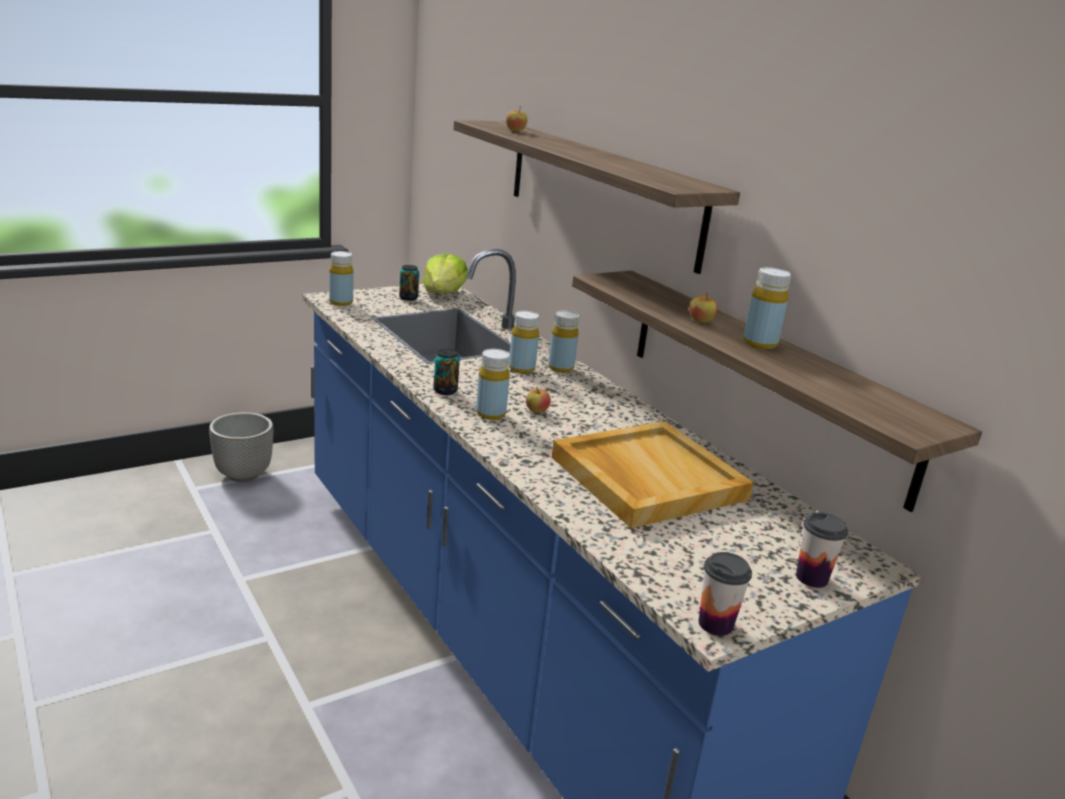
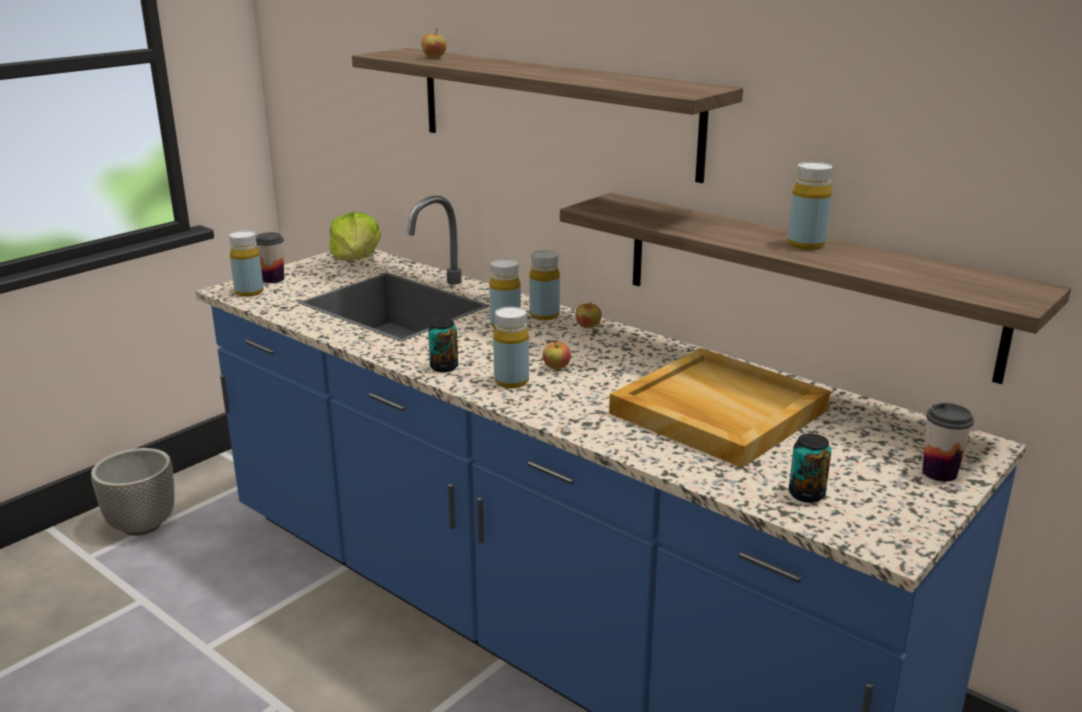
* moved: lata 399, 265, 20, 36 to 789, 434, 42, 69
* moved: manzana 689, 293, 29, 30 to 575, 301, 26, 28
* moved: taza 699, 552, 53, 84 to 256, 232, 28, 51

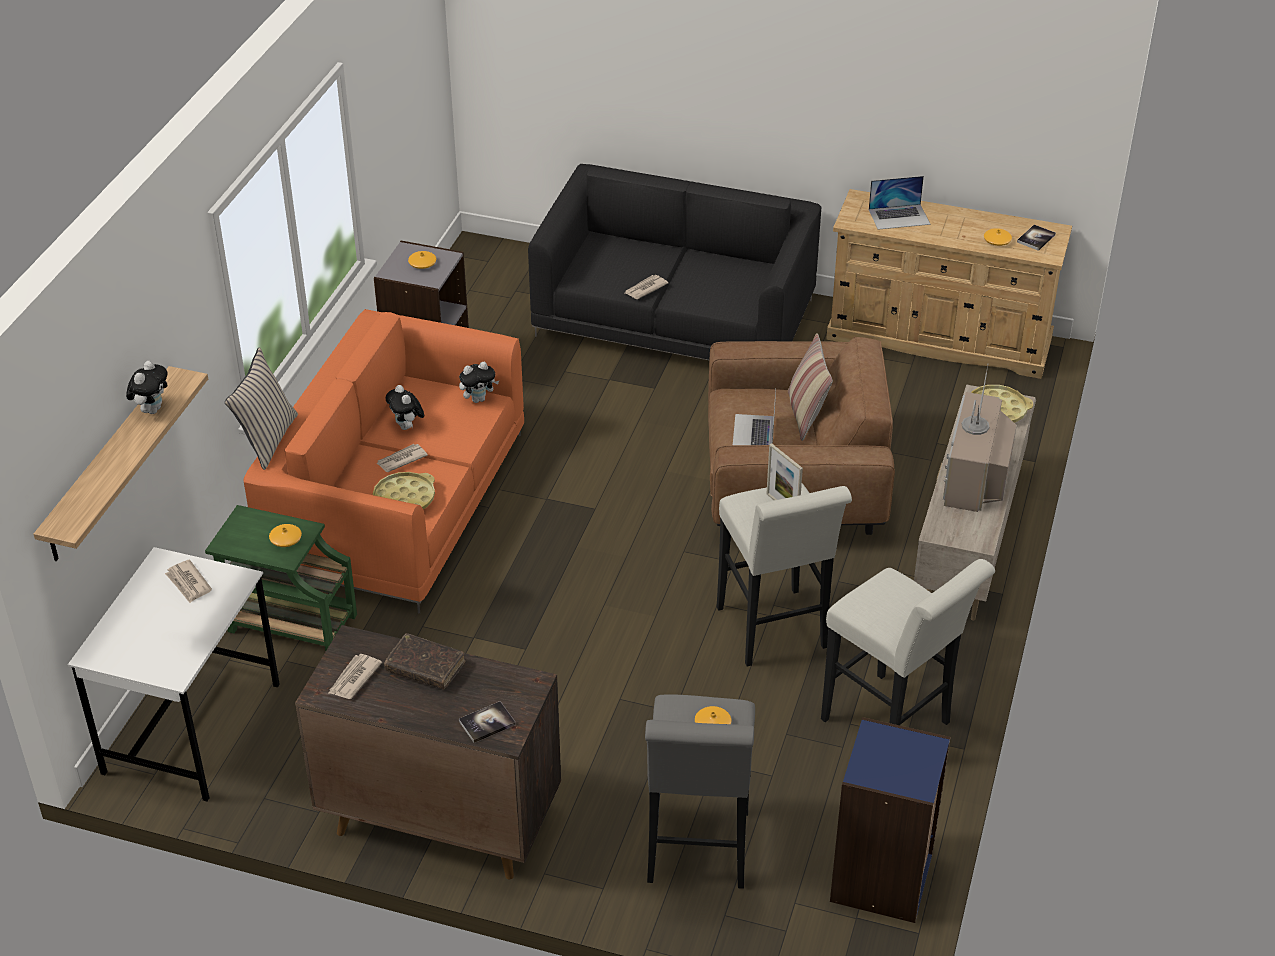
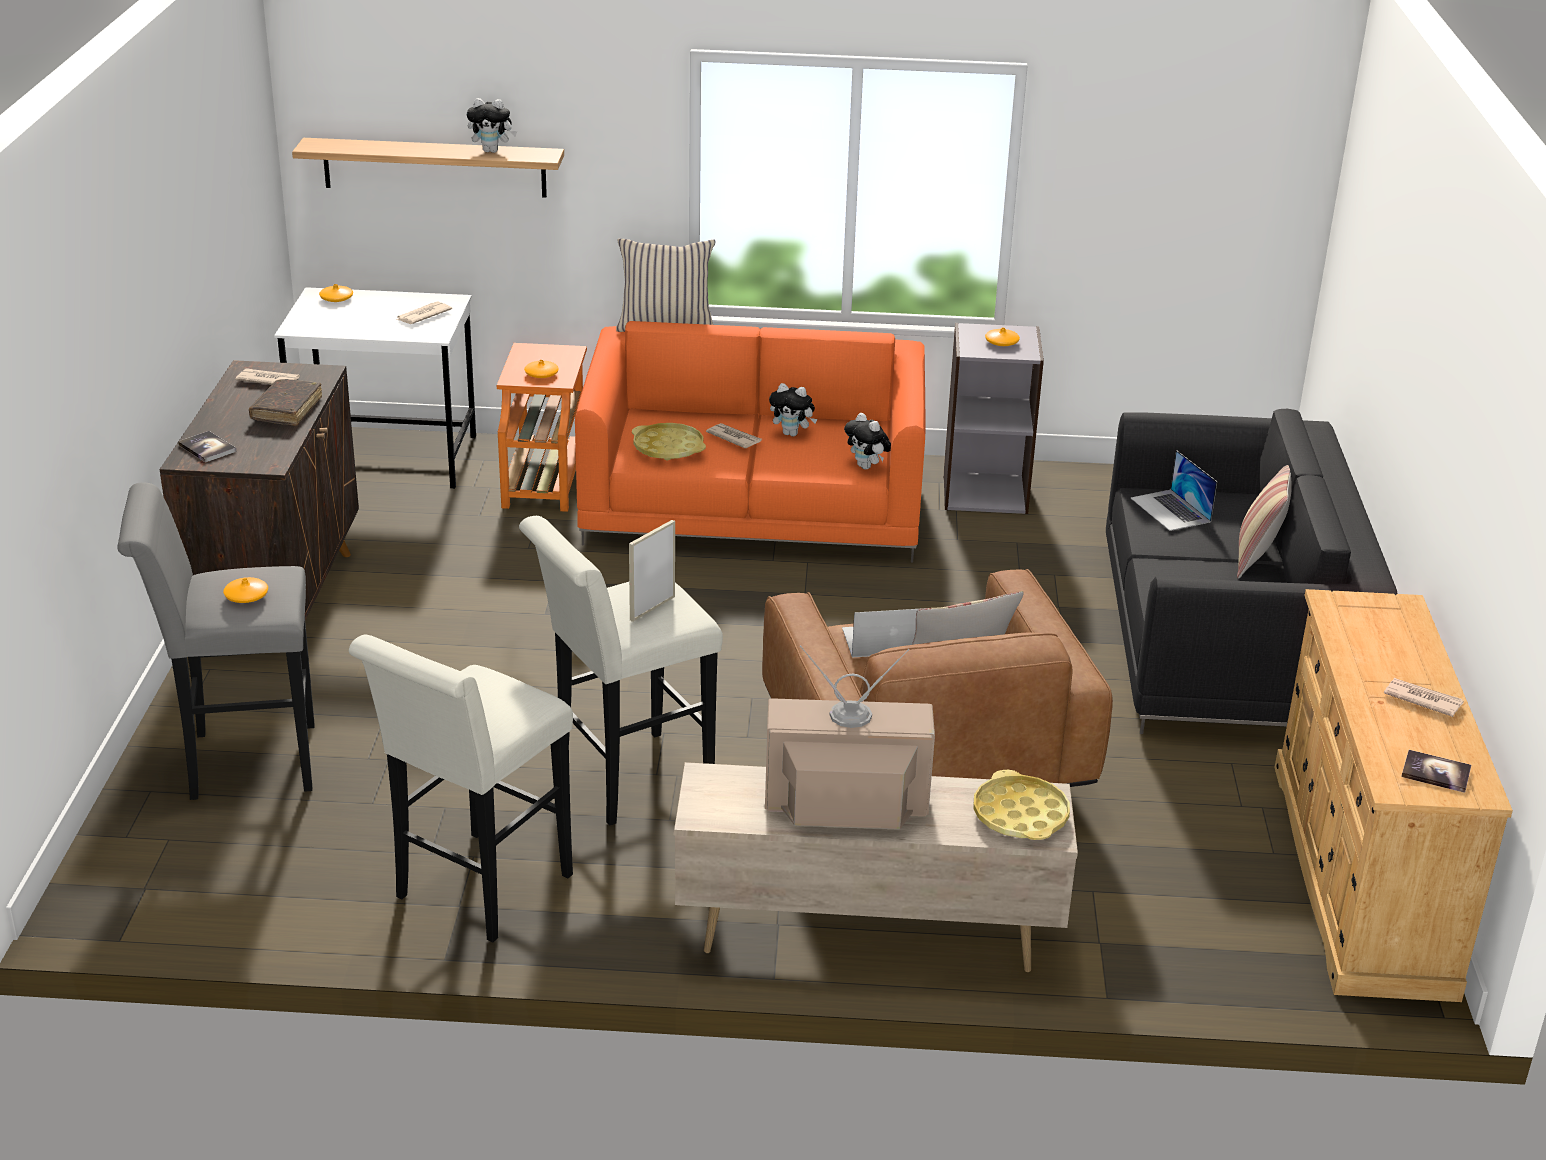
* removed: estantería [azul] 830, 717, 121, 206
* added: cojín 1237, 465, 55, 114
* moved: periódico 625, 275, 44, 24 to 1384, 678, 80, 39
* moved: portátil 869, 176, 61, 54 to 1131, 450, 86, 81
* moved: florero [naranja] 984, 228, 28, 18 to 319, 284, 34, 18
* recoloured: mesa auxiliar [verde] 205, 505, 152, 146 to mesa auxiliar [naranja] 497, 343, 90, 169
* turned: peluche 386, 385, 38, 45 = 769, 383, 48, 53 120 degrees counterclockwise

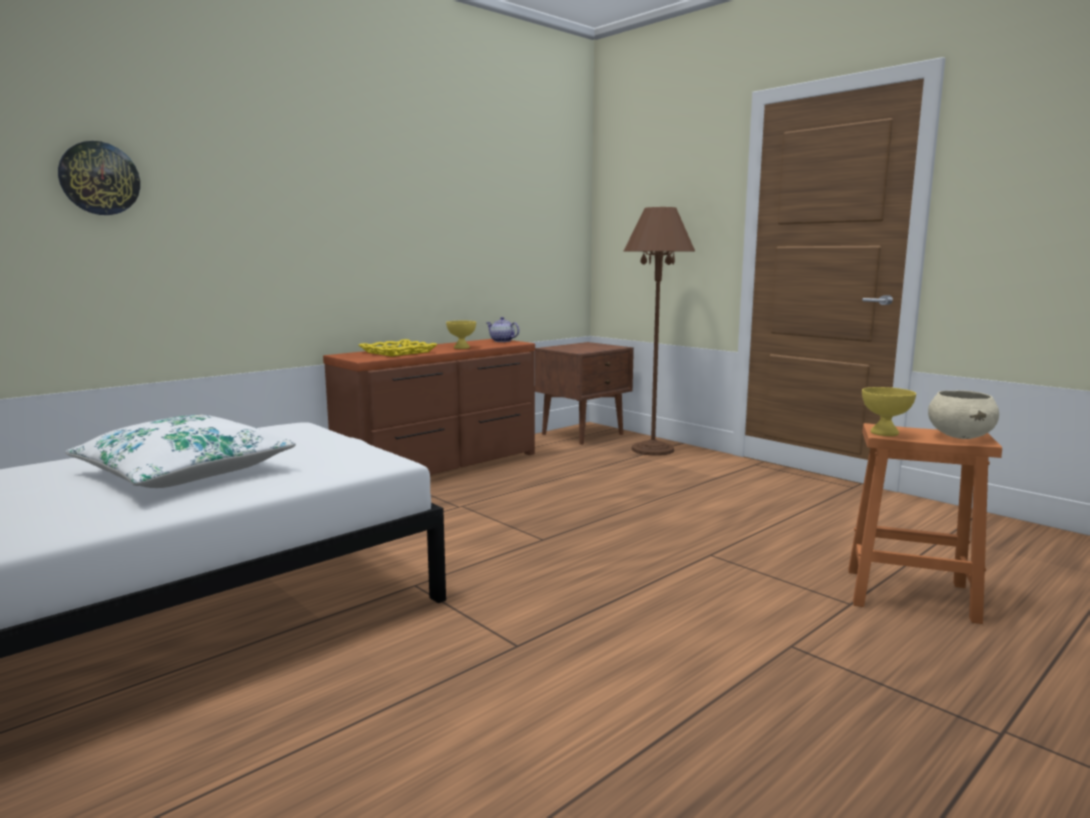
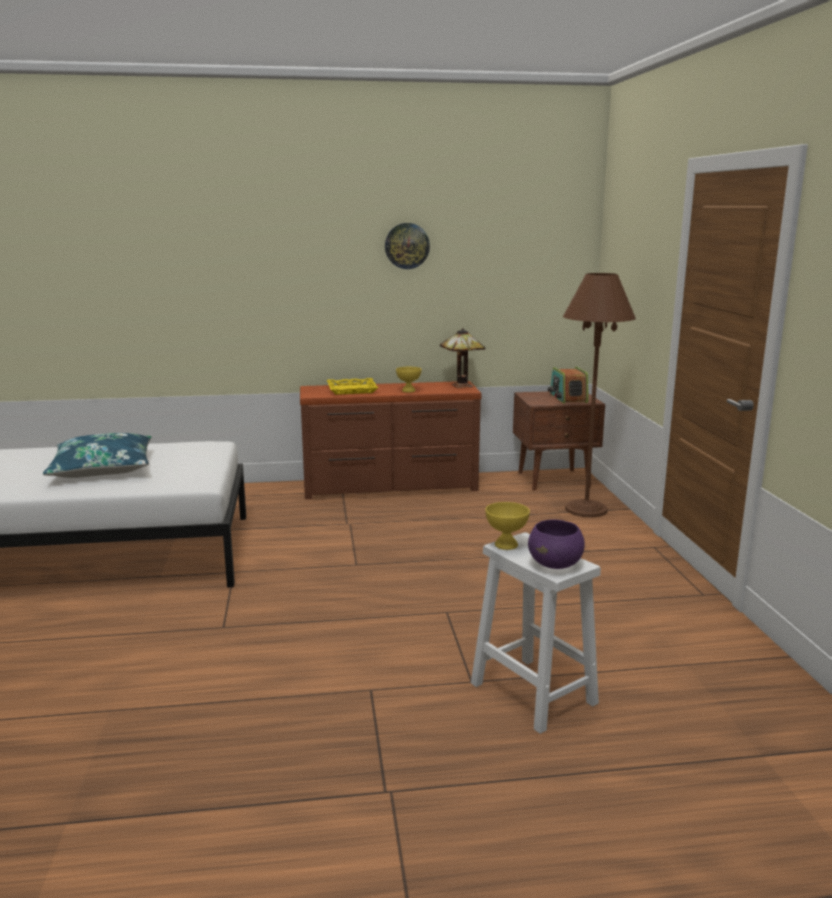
* added: radio 548, 367, 41, 36
* moved: reloj de pared 58, 141, 82, 74 to 385, 223, 45, 46
* replaced: tetera 486, 317, 33, 25 to lámpara de mesa 440, 328, 46, 60
* recoloured: cojín [blanco] 65, 415, 231, 73 to cojín [azul] 43, 433, 109, 45
* recoloured: taburete [naranja] 848, 423, 154, 201 to taburete [blanco] 471, 532, 130, 202
* recoloured: cuenco [beis] 928, 390, 71, 49 to cuenco [morado] 528, 519, 57, 50

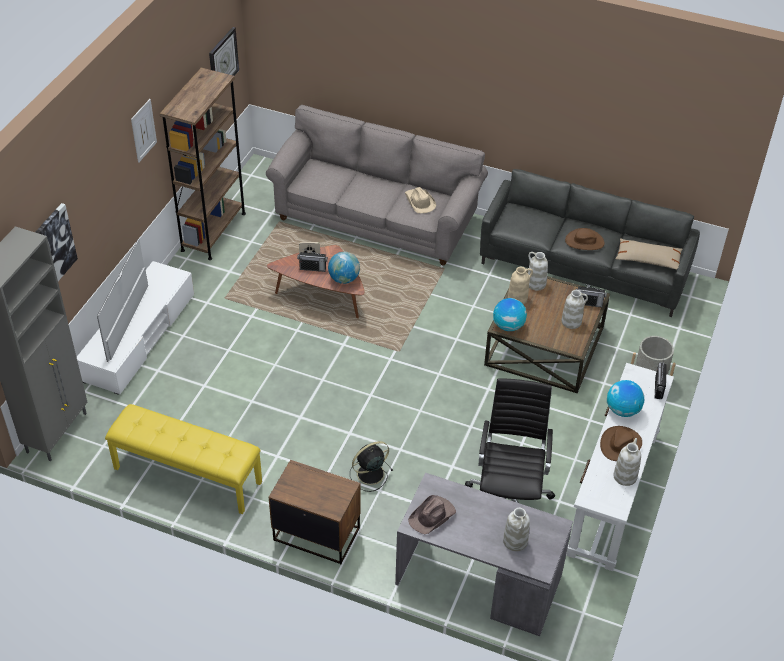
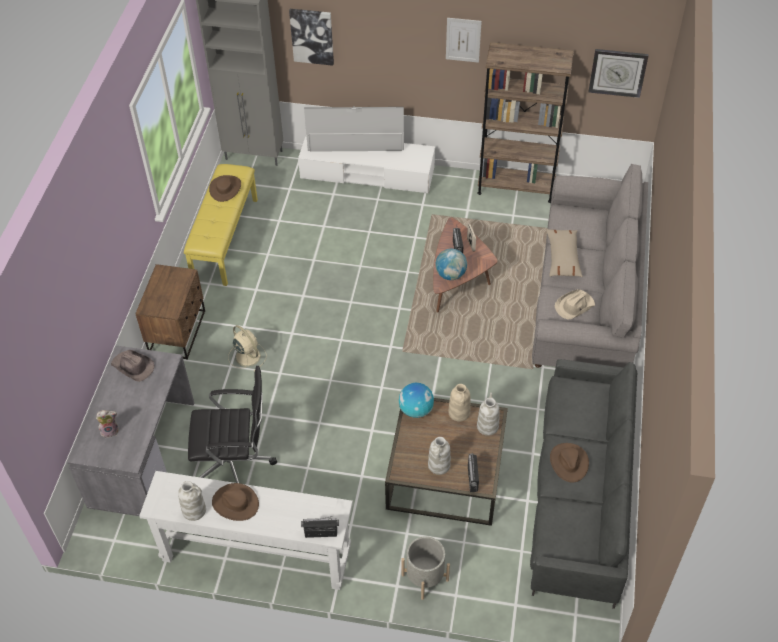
* removed: globo terráqueo 607, 380, 37, 37
* added: sombrero [marrón] 209, 175, 32, 27
* moved: cojín [beis] 615, 238, 68, 32 to 546, 229, 37, 48
* replaced: florero [blanco] 503, 508, 27, 43 to peluche 96, 410, 23, 28
* recoloured: ventilador [negro] 350, 441, 43, 51 to ventilador [beis] 228, 325, 39, 47

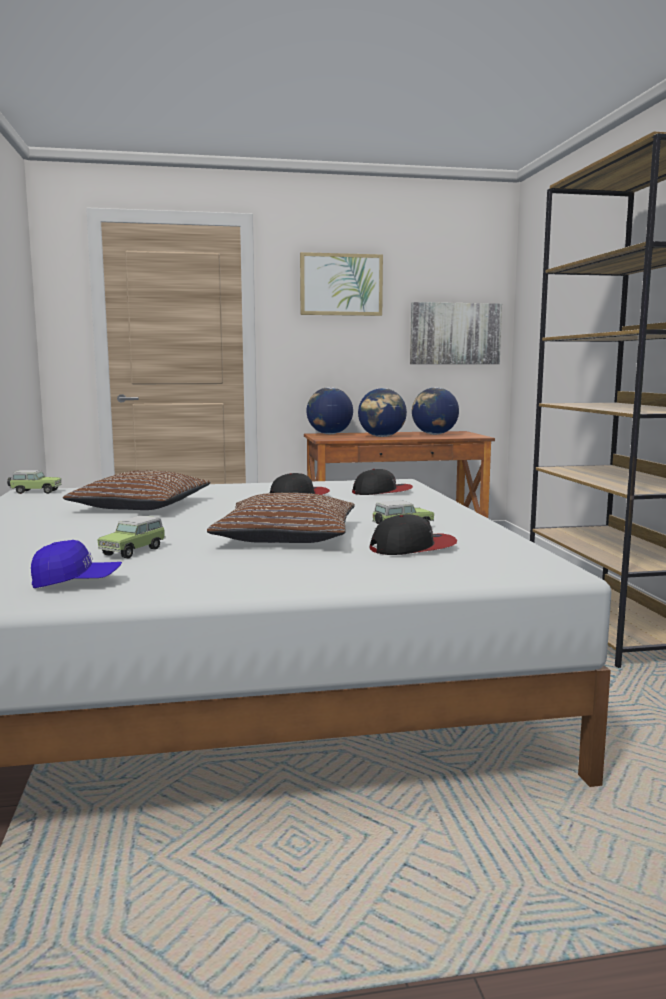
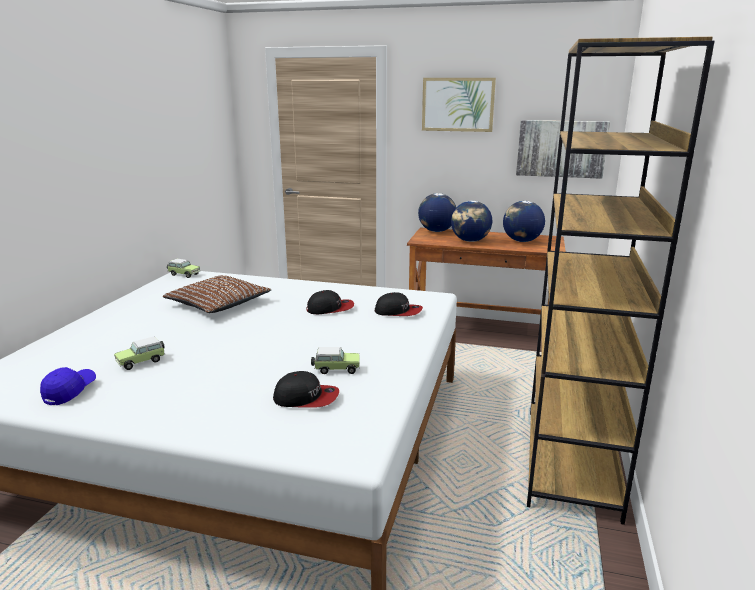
* removed: cojín [marrón] 207, 493, 148, 50
* turned: gorra [azul] 31, 540, 91, 48 = 40, 367, 56, 38 90 degrees counterclockwise

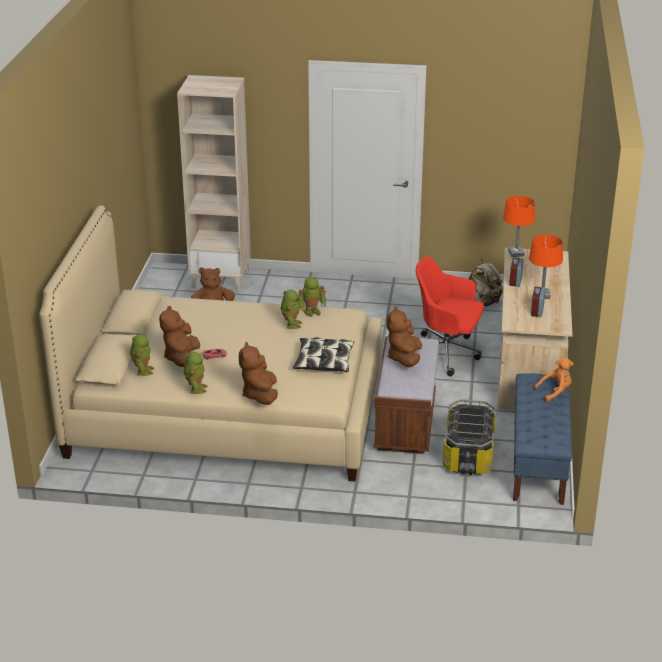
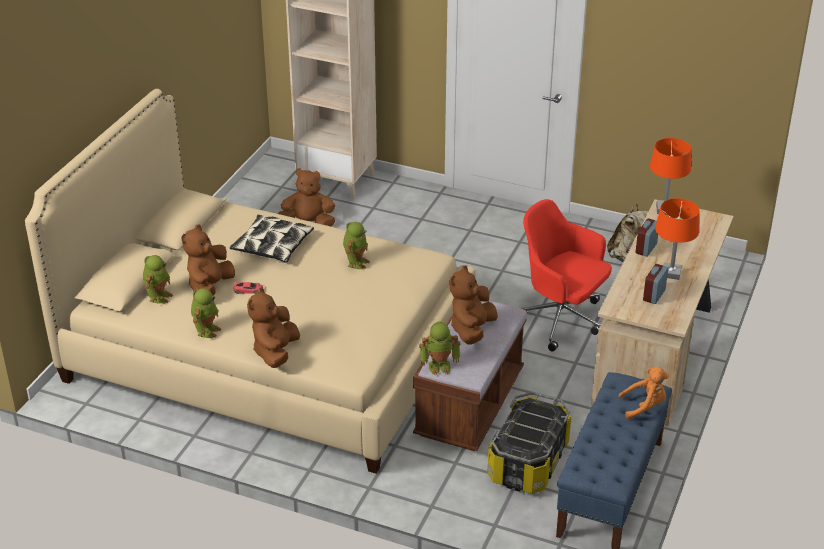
* moved: cojín 293, 337, 61, 35 to 229, 215, 85, 48
* moved: robot de juguete 298, 277, 29, 40 to 419, 322, 41, 53

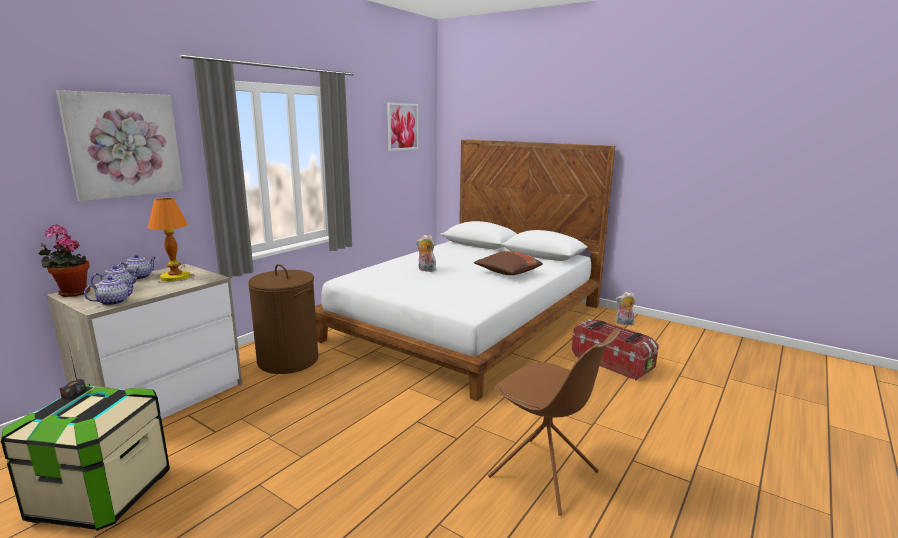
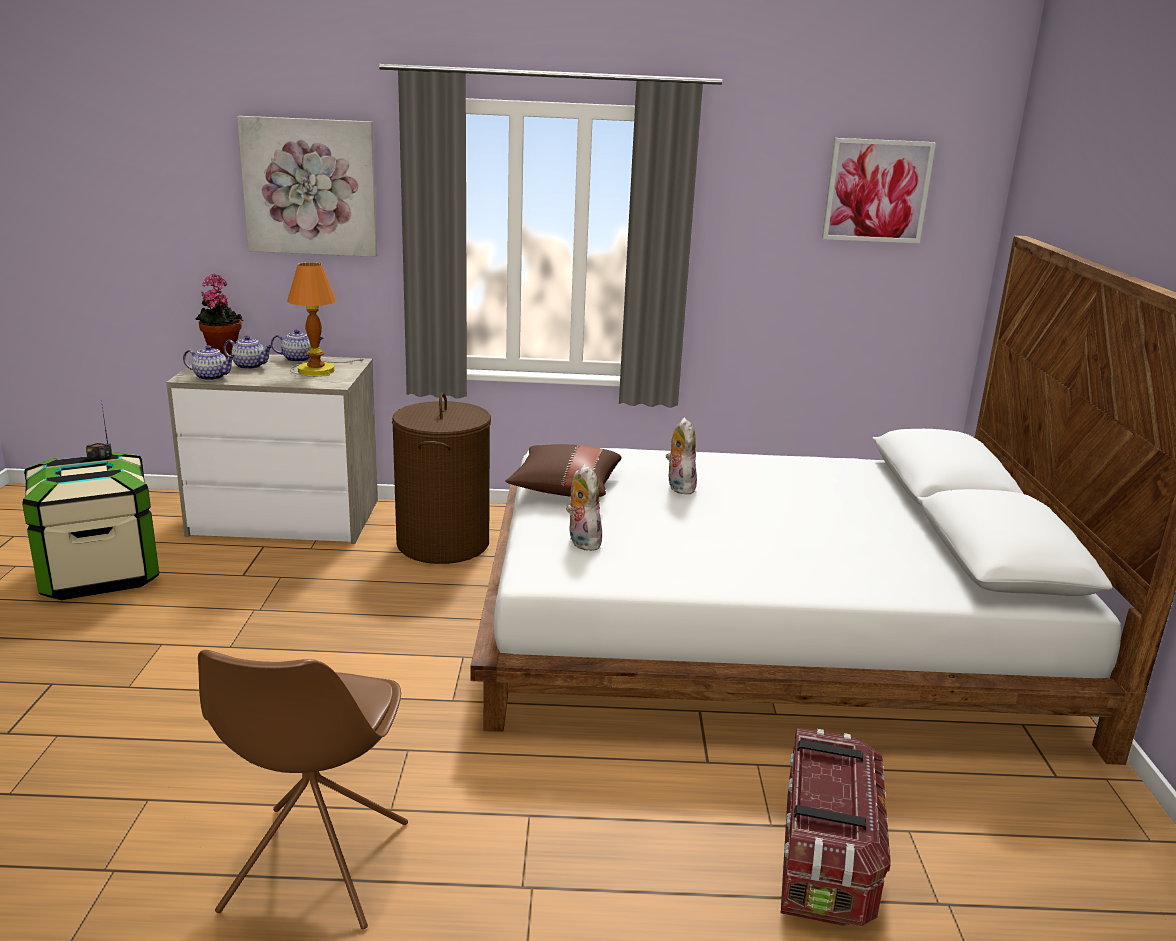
* moved: cojín [marrón] 474, 251, 69, 24 to 506, 444, 115, 53
* moved: peluche 616, 292, 20, 33 to 566, 464, 36, 87

